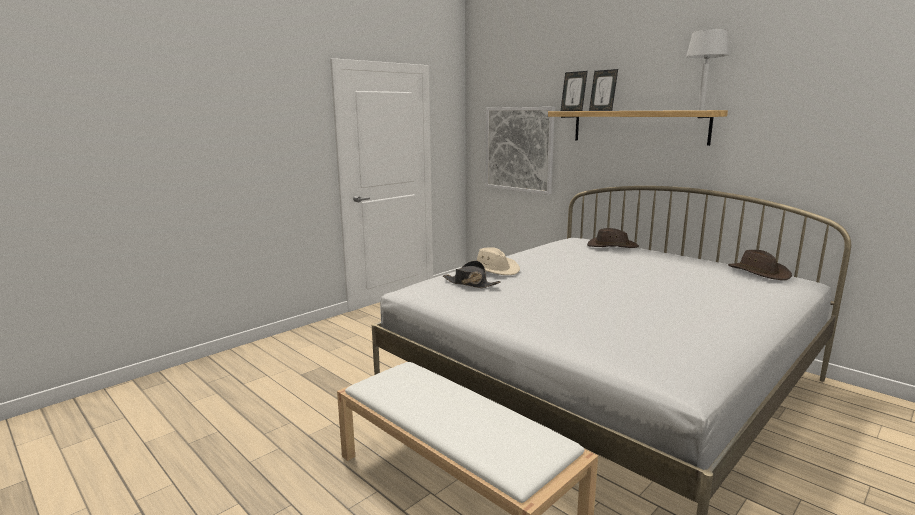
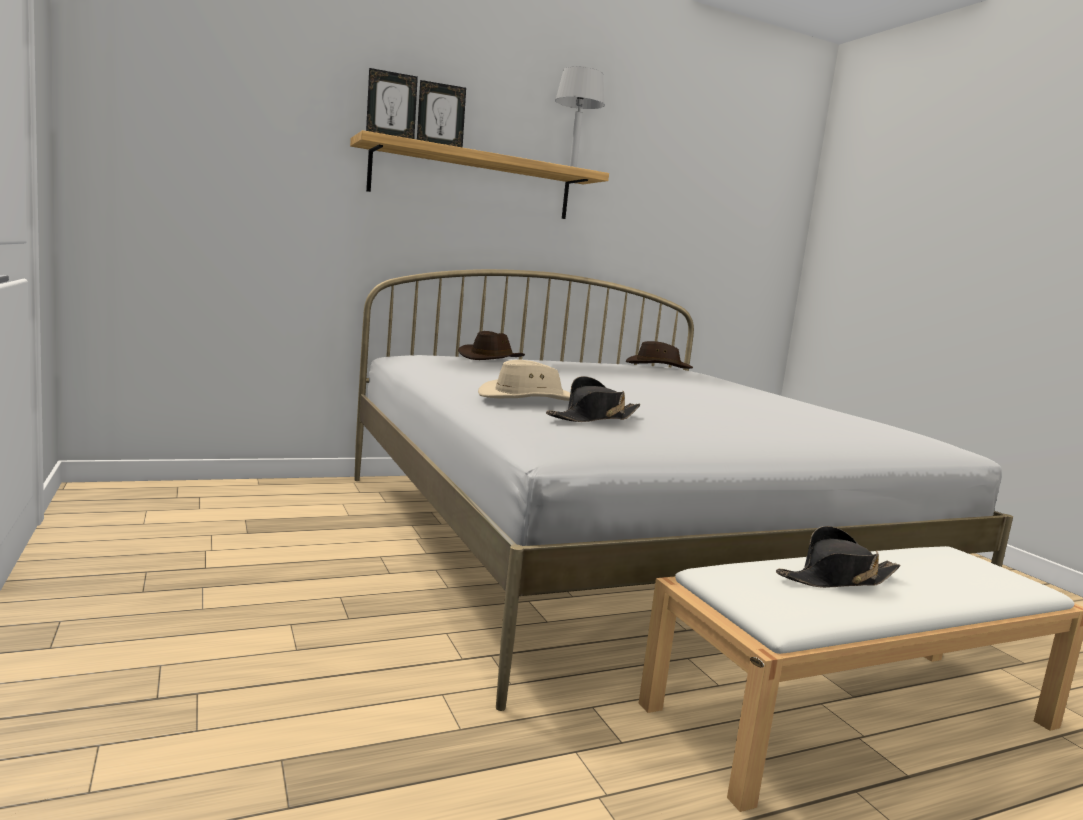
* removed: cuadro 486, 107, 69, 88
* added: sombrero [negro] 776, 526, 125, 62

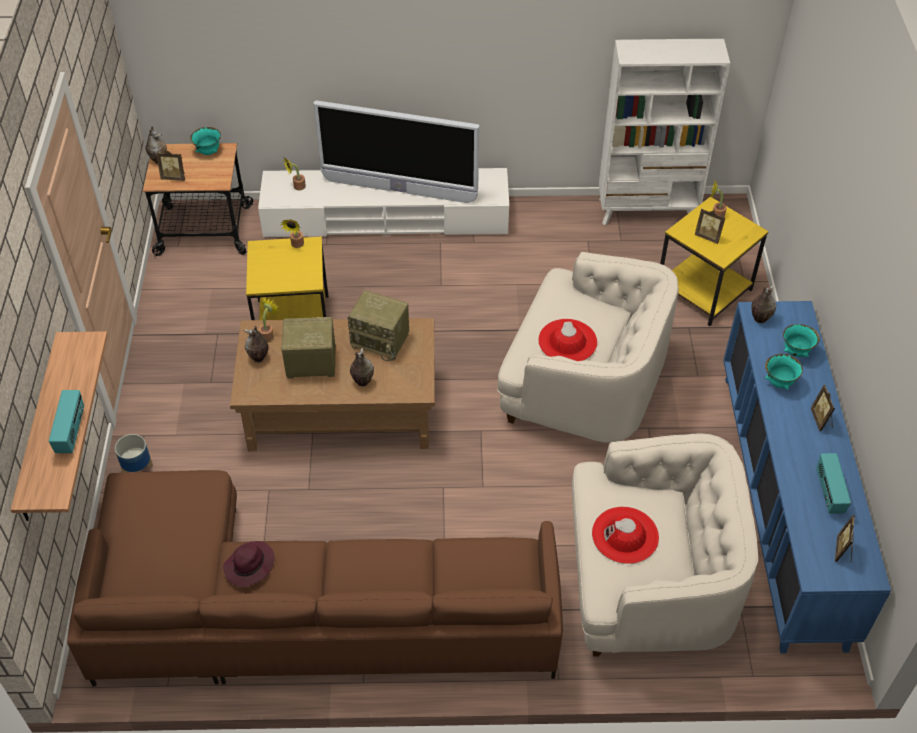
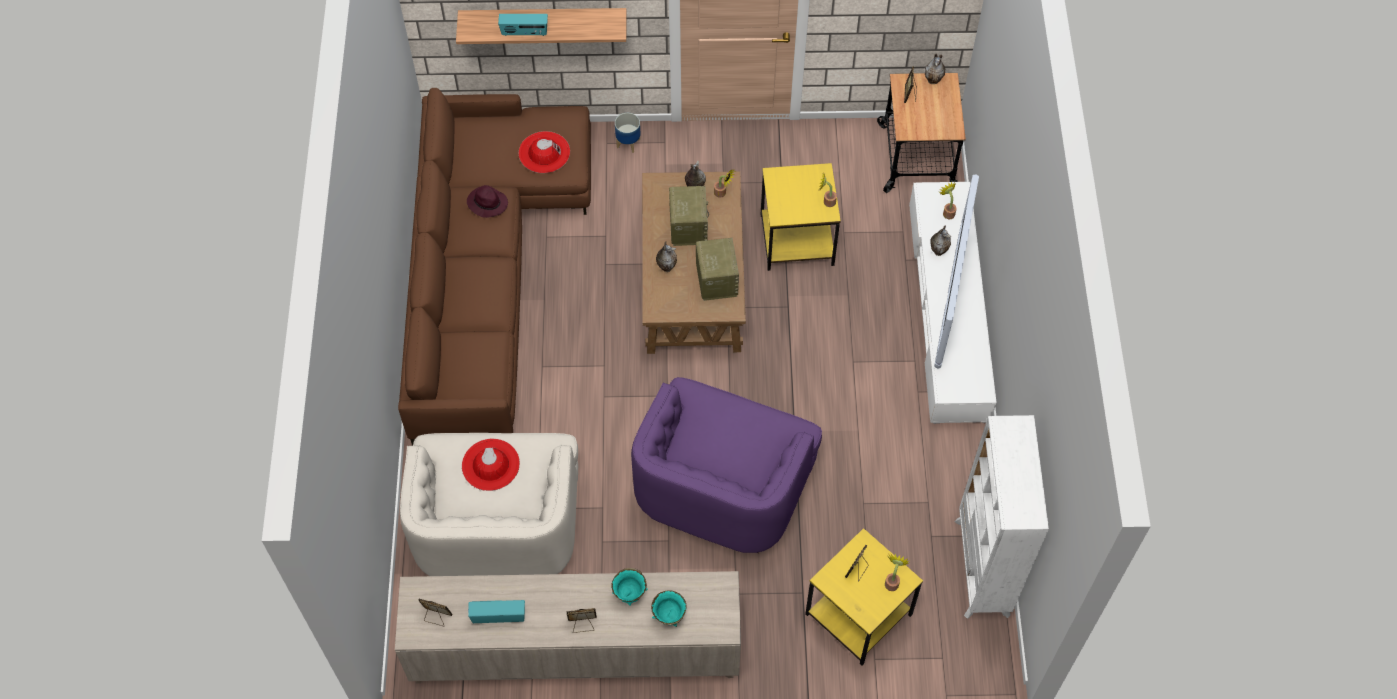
* removed: cuenco [turquesa] 190, 127, 31, 28
* moved: sombrero [rojo] 538, 319, 59, 42 to 518, 131, 52, 42
* moved: florero 751, 285, 25, 38 to 930, 226, 21, 30
* recoloured: sillón [blanco] 497, 252, 182, 191 to sillón [morado] 631, 377, 191, 176
* recoloured: armario [azul] 723, 301, 168, 353 to armario [beis] 395, 571, 346, 112
* turned: radio 348, 290, 61, 71 = 696, 238, 43, 63 150 degrees clockwise

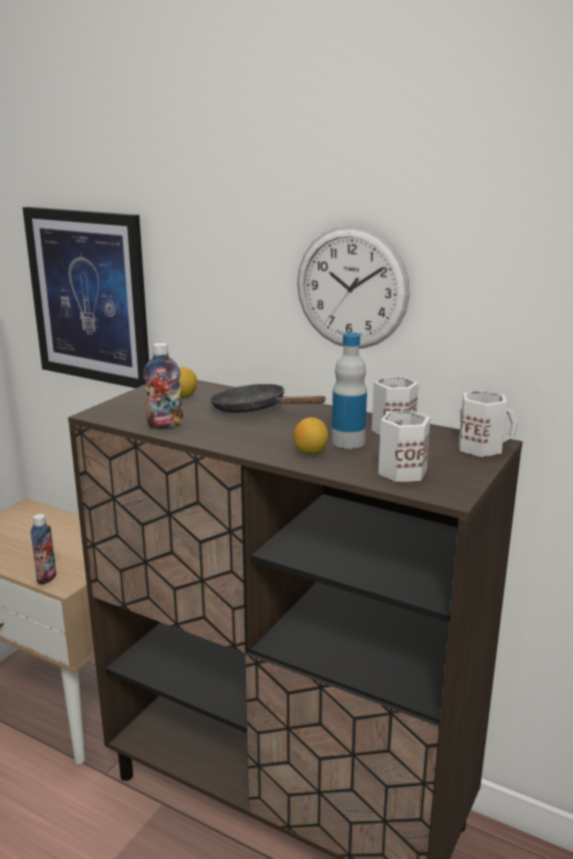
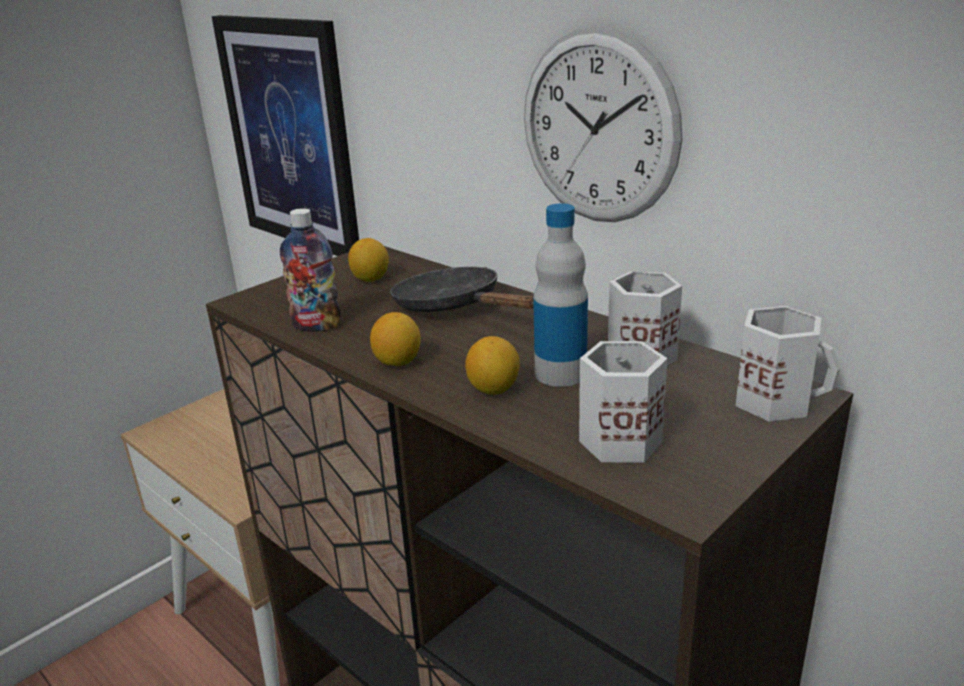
* removed: botella 31, 514, 26, 70
* added: limón 370, 312, 51, 54

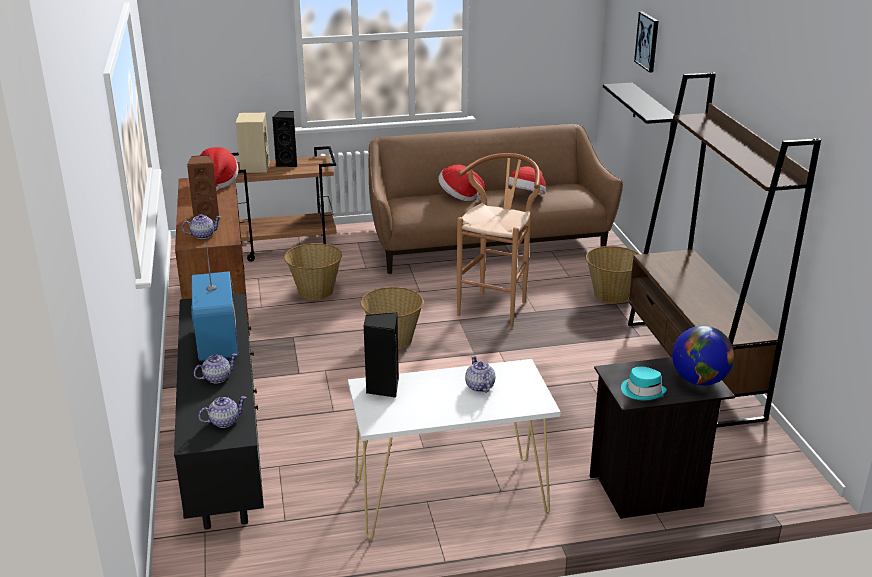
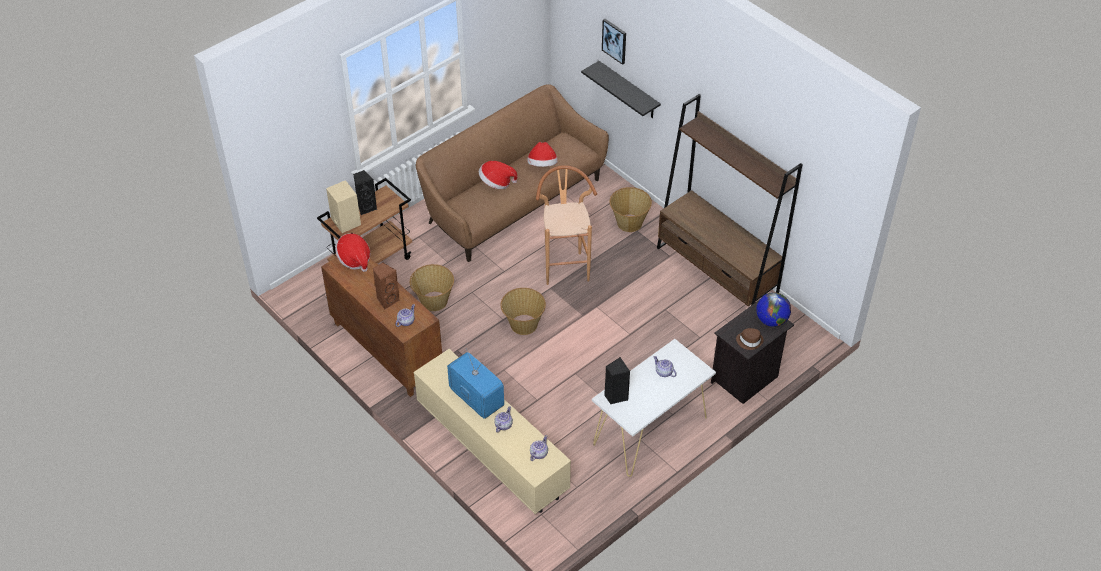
* recoloured: mueble de televisión [negro] 174, 293, 90, 237 to mueble de televisión [beis] 413, 349, 158, 165
* recoloured: sombrero [turquesa] 621, 367, 46, 33 to sombrero [marrón] 736, 328, 28, 22

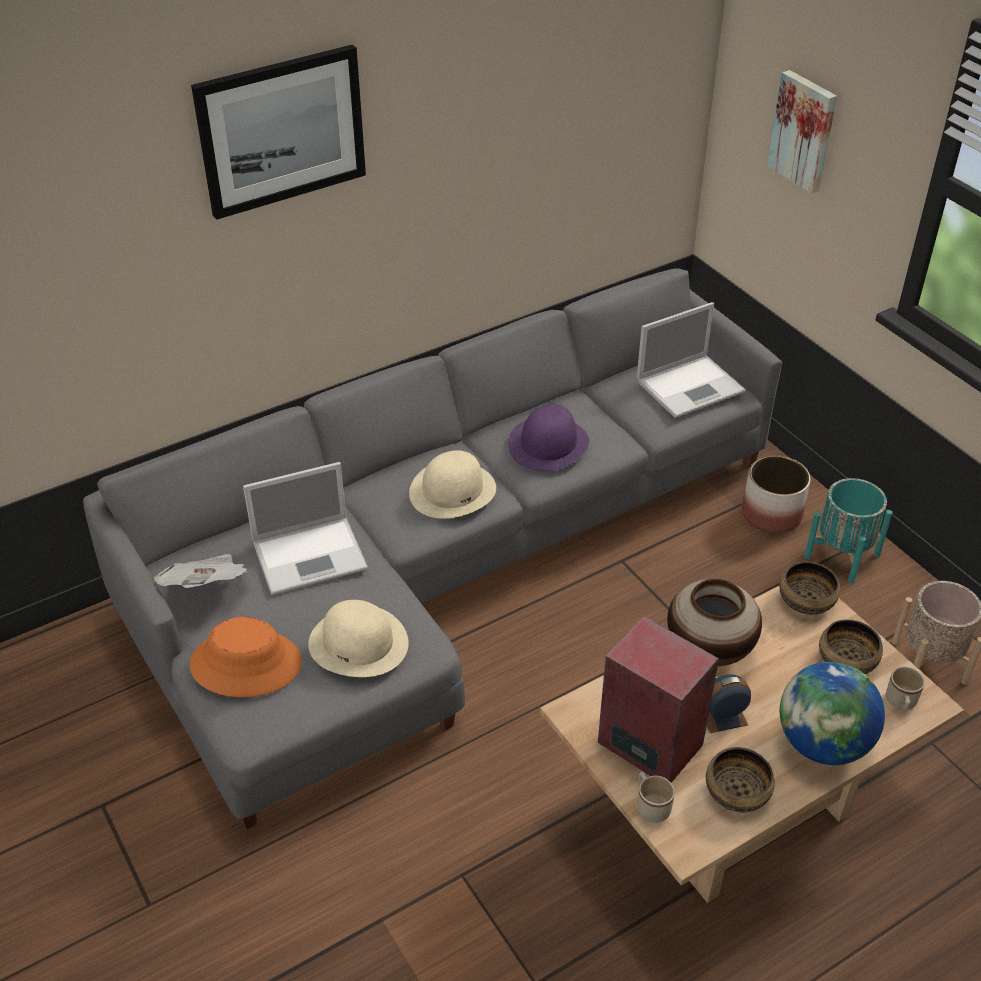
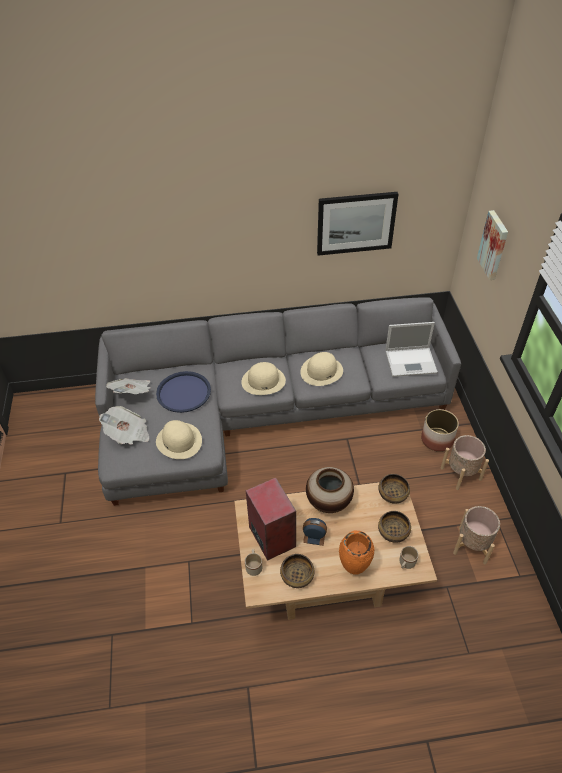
* moved: cuadro 191, 45, 175, 175 to 317, 192, 81, 64
* replaced: sombrero [naranja] 189, 617, 113, 80 to periódico 99, 406, 51, 39
* replaced: portátil 243, 462, 125, 133 to bandeja [azul] 156, 371, 55, 42
* replaced: globo terráqueo 780, 662, 105, 103 to florero [naranja] 339, 531, 35, 44
* recoloured: sombrero [morado] 508, 404, 81, 67 to sombrero [beis] 300, 352, 43, 34
* recoloured: maceta [turquesa] 804, 478, 88, 106 to maceta [beis] 441, 435, 48, 55

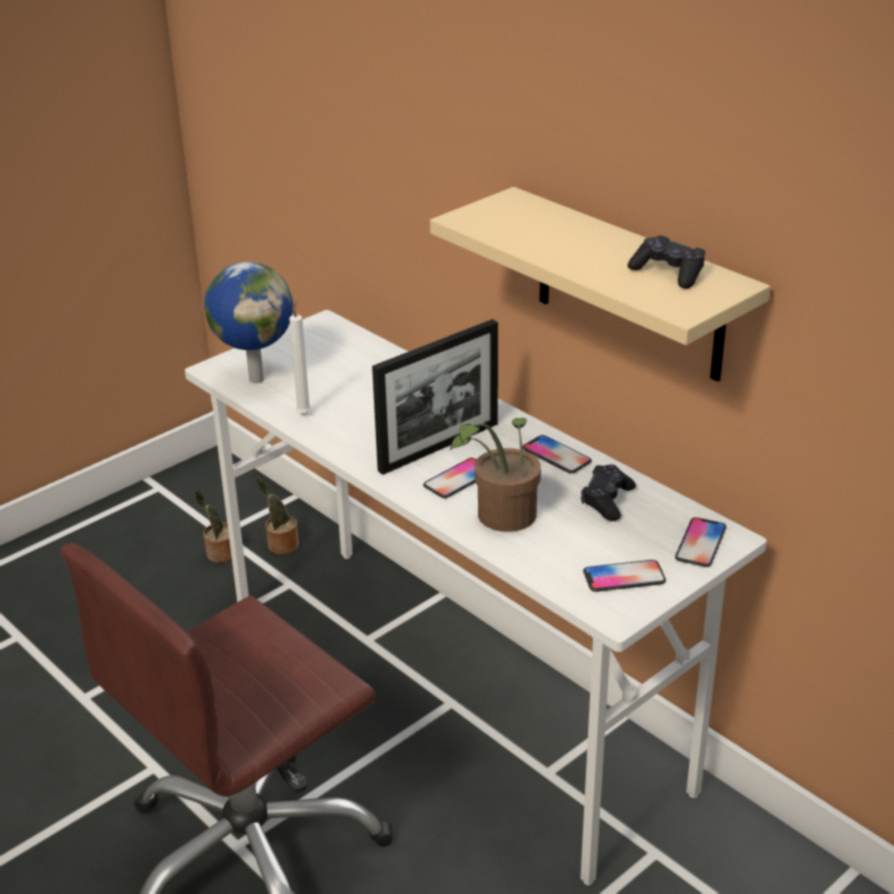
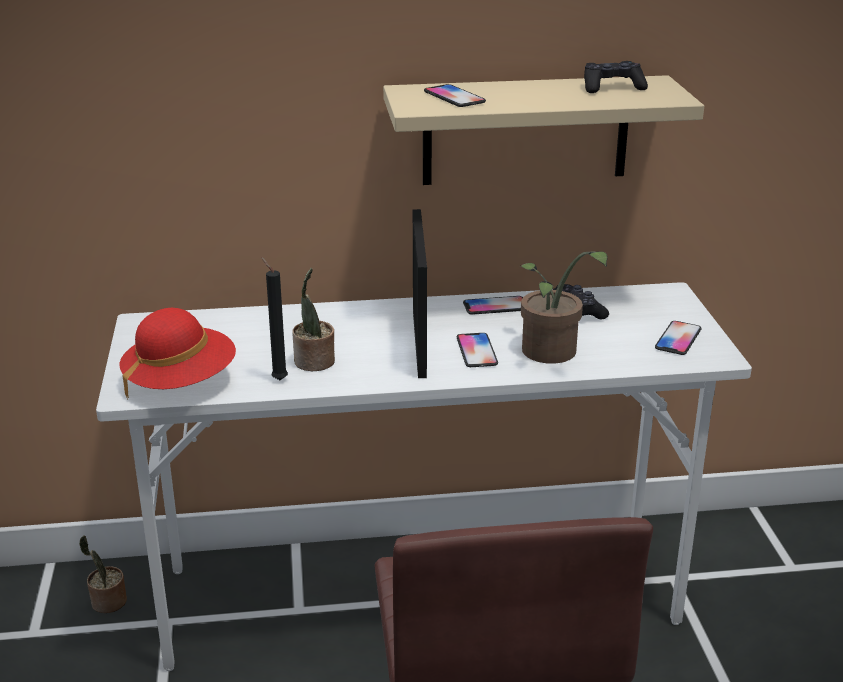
* moved: planta en maceta 194, 490, 38, 73 to 292, 268, 43, 103
* moved: móvil 675, 517, 51, 50 to 424, 84, 62, 23
* replaced: globo terráqueo 204, 262, 89, 121 to sombrero [rojo] 119, 308, 117, 92
* recoloured: vela [blanco] 289, 300, 22, 115 to vela [negro] 261, 257, 27, 123

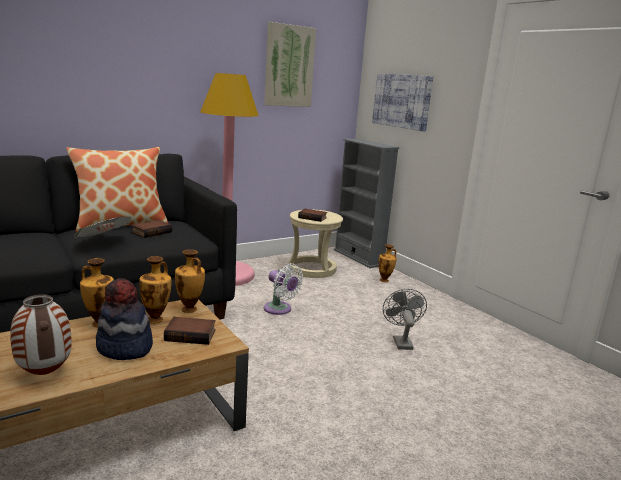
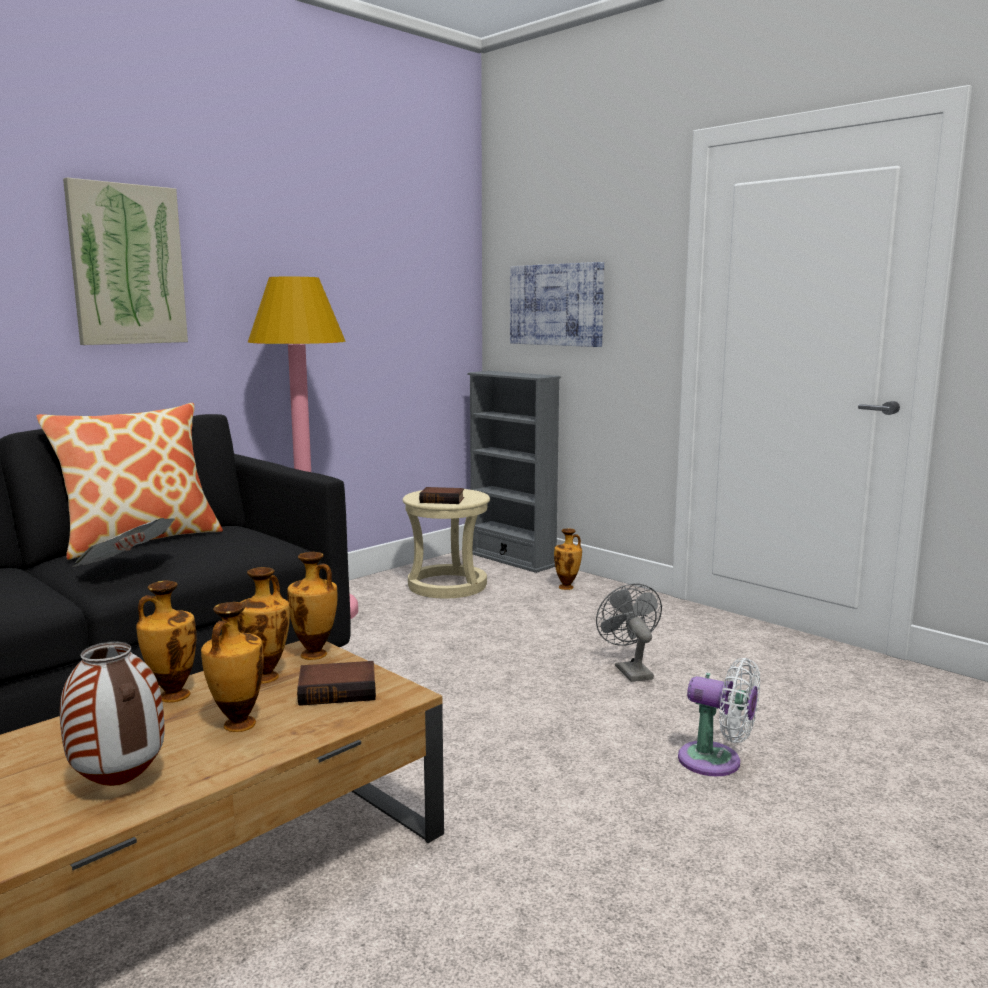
* removed: libro 131, 220, 41, 18
* moved: cuadro 264, 22, 52, 85 to 63, 178, 125, 167
* moved: ventilador [blanco] 264, 263, 39, 52 to 678, 658, 82, 118
* replaced: sombrero 96, 278, 57, 82 to florero 201, 602, 63, 130

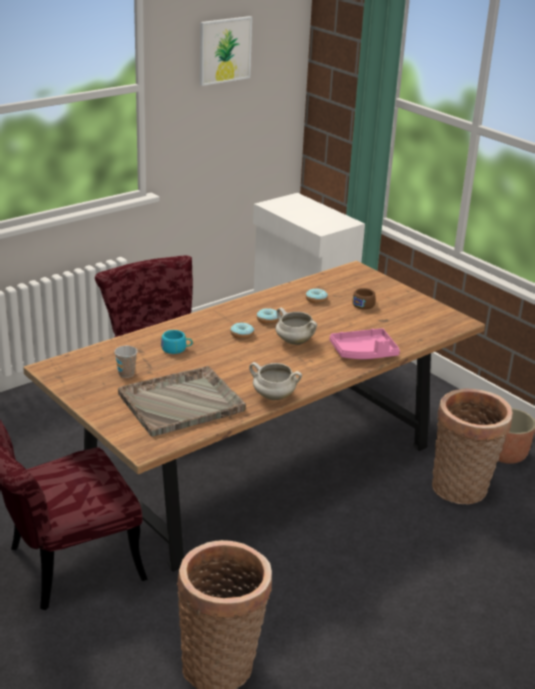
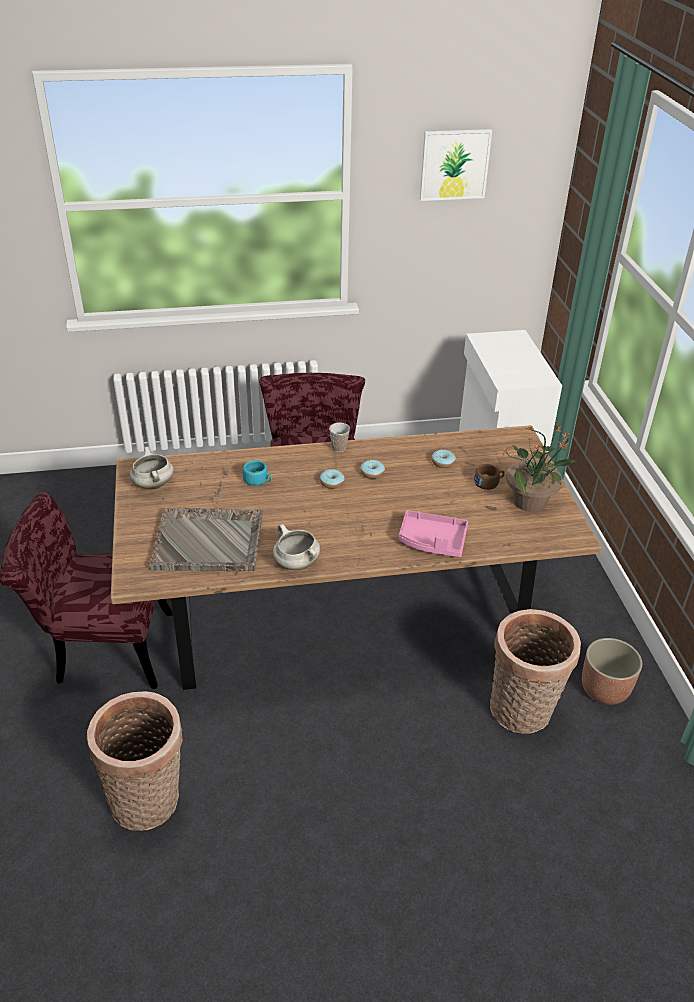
* added: planta en maceta 503, 424, 74, 88
* moved: taza 114, 346, 24, 32 to 329, 423, 21, 29
* moved: olla [blanco] 275, 308, 42, 37 to 130, 447, 44, 42

